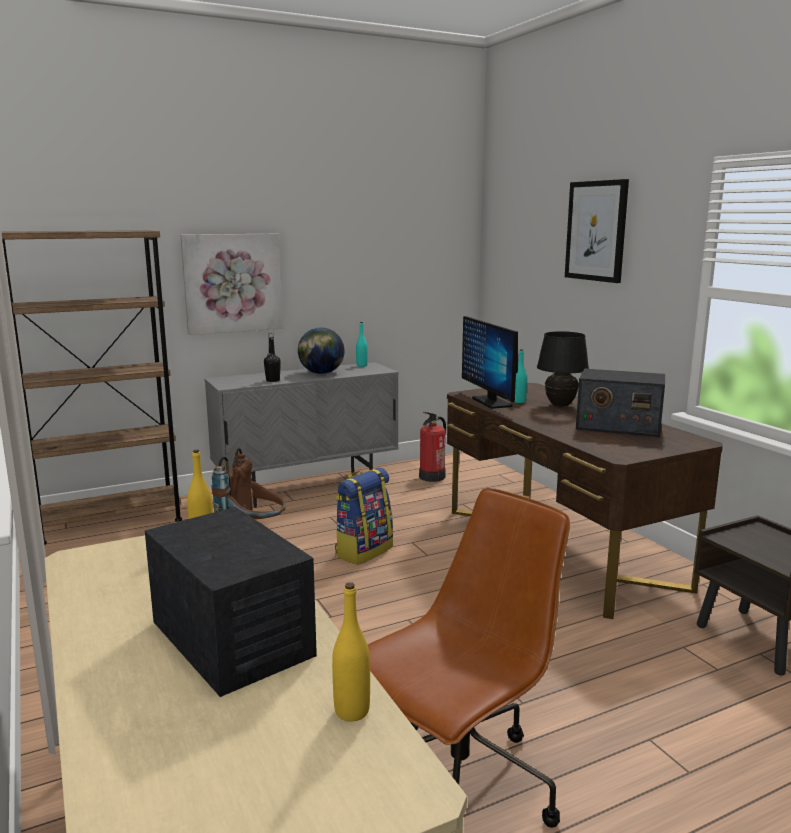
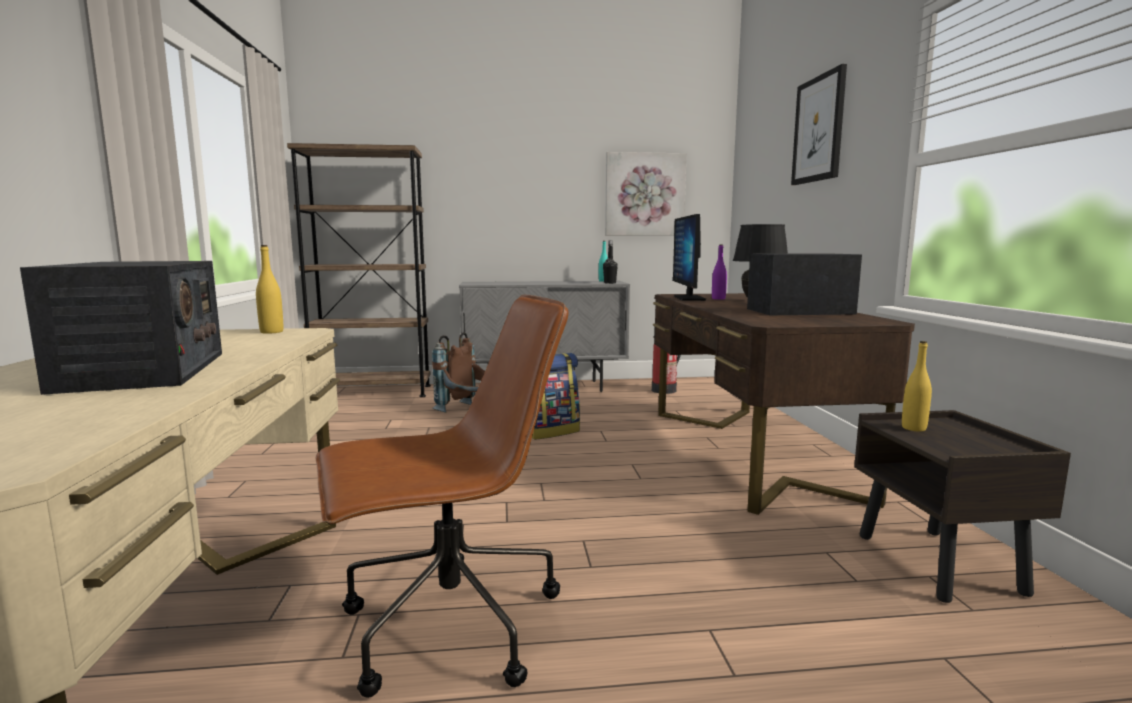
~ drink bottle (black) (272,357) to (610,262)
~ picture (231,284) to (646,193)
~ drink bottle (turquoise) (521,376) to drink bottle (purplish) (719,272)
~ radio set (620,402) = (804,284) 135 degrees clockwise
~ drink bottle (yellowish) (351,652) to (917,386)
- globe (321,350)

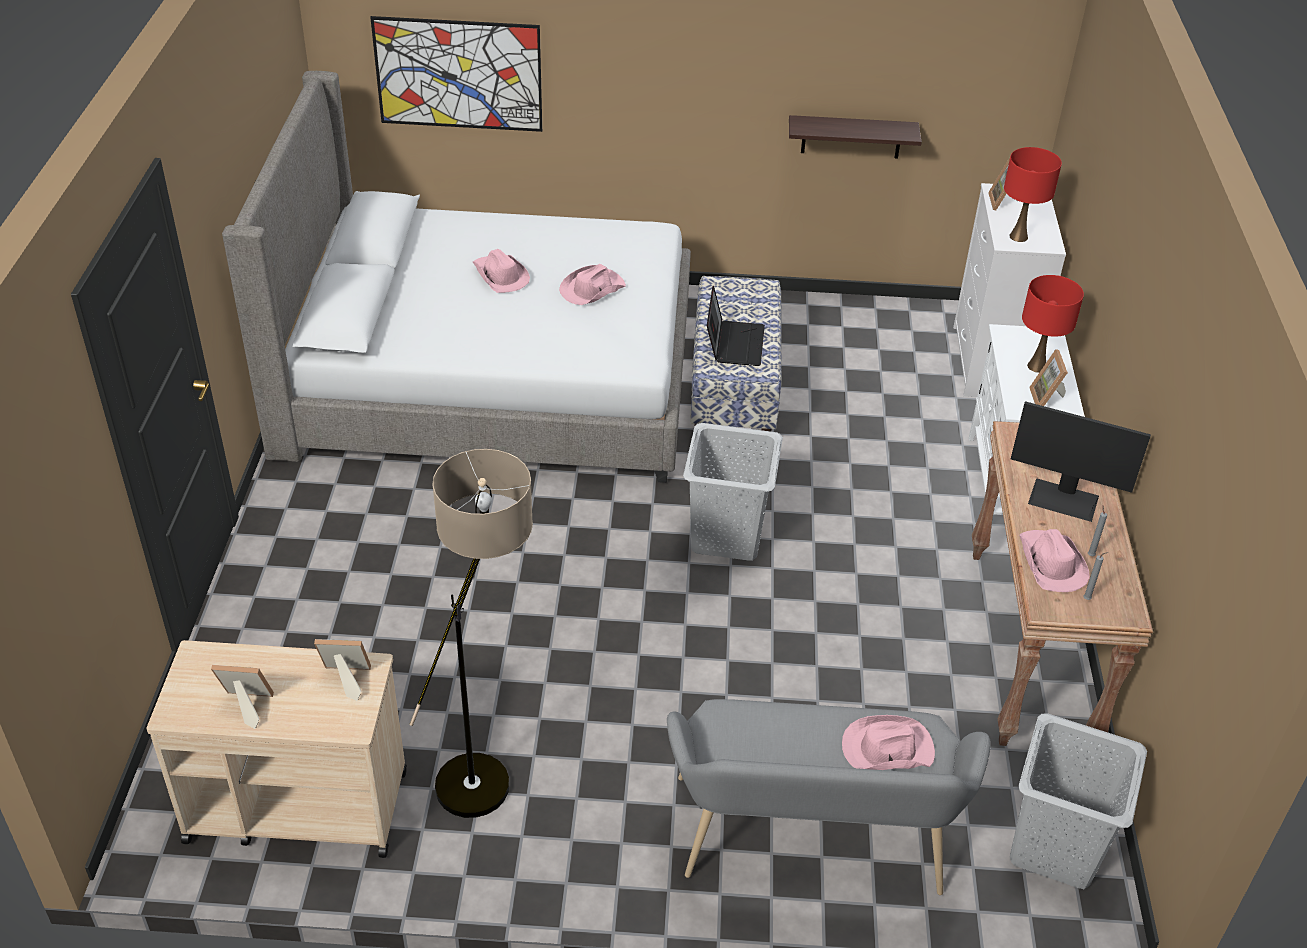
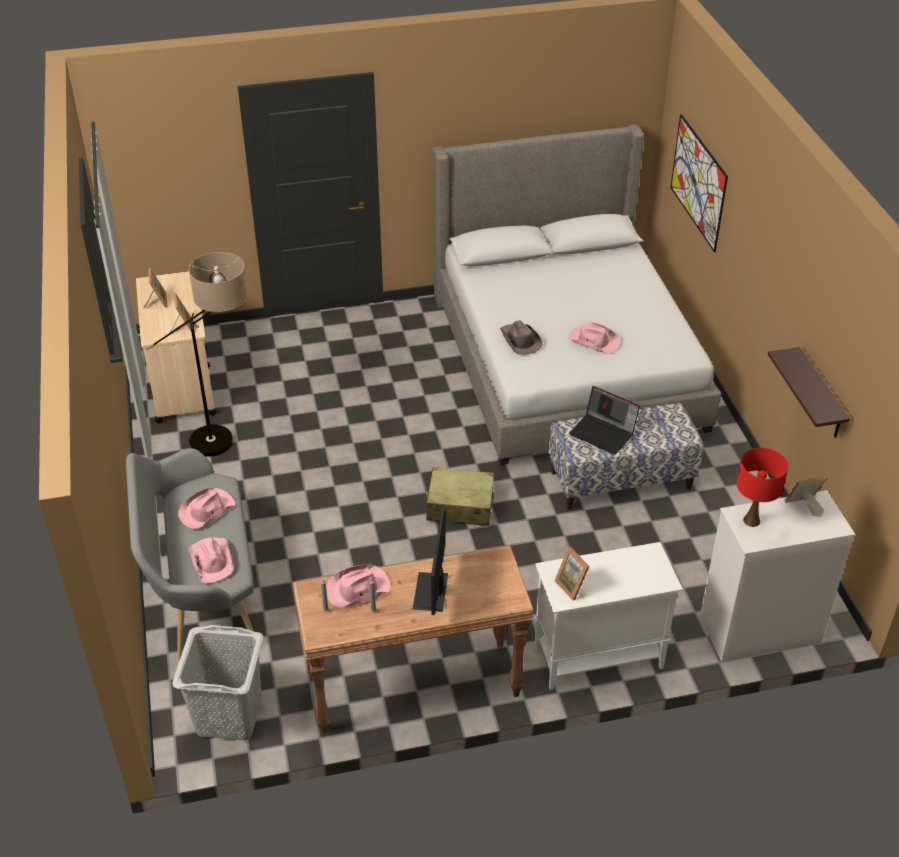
~ wearable hat (pink) (501,271) to (206,508)
~ washing basket (gray) (733,492) to piece of luggage (sand-coloured) (459,496)
+ wearable hat (brown) (521,337)
~ picture frame (1048,377) = (572,573) 105 degrees counterclockwise
~ portable computer (736,326) = (604,420) 45 degrees clockwise
- table lamp (reddish) (1053,324)

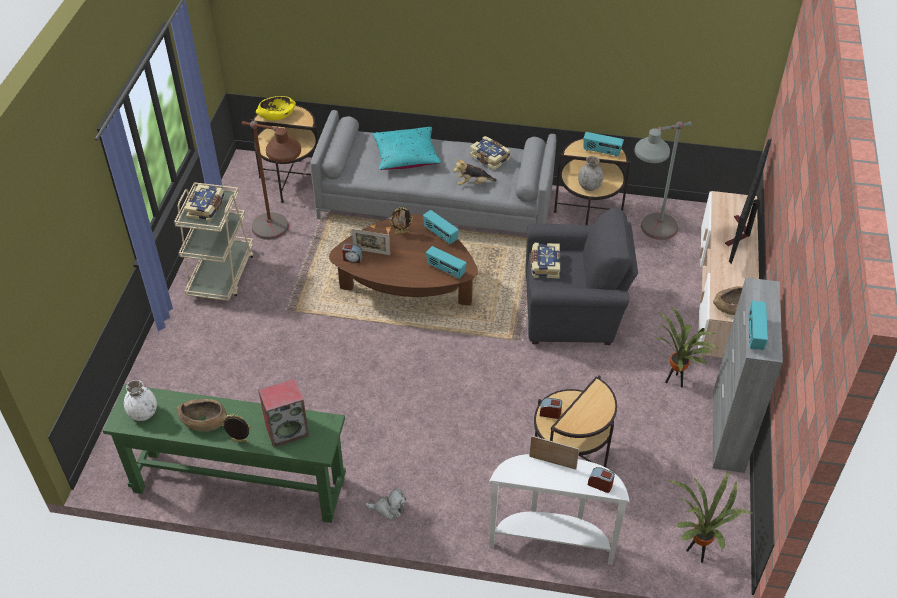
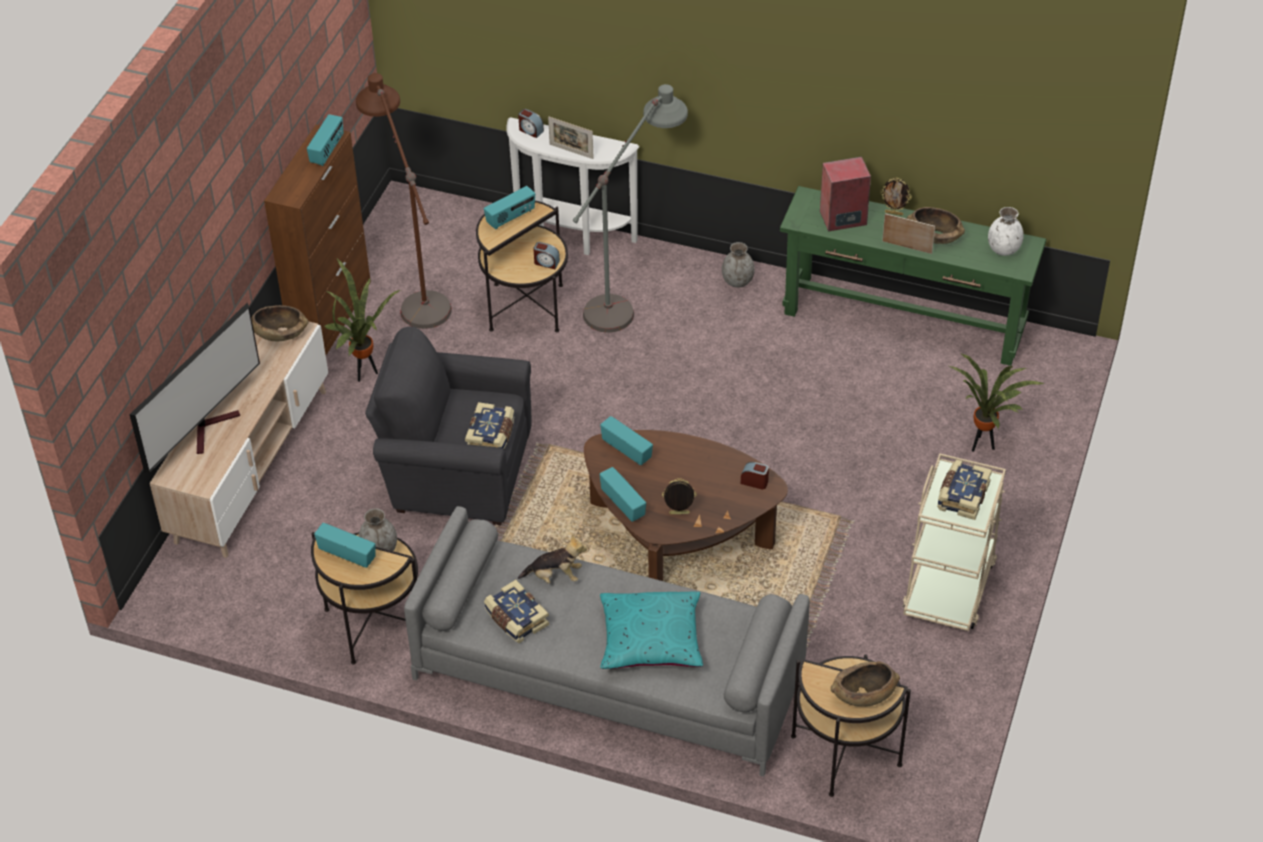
~ cabinet (gray) (748,375) to cabinet (brown) (317,240)
~ floor lamp (brown) (271,180) to (404,201)
+ radio set (509,207)
~ floor lamp (gray) (663,180) to (630,208)
~ plush toy (385,504) to flower vase (gray) (738,265)
~ deep dish (yellowish) (276,108) to deep dish (brown) (865,684)
~ picture frame (370,242) to (908,233)
~ plant in a pot (711,516) to (997,403)

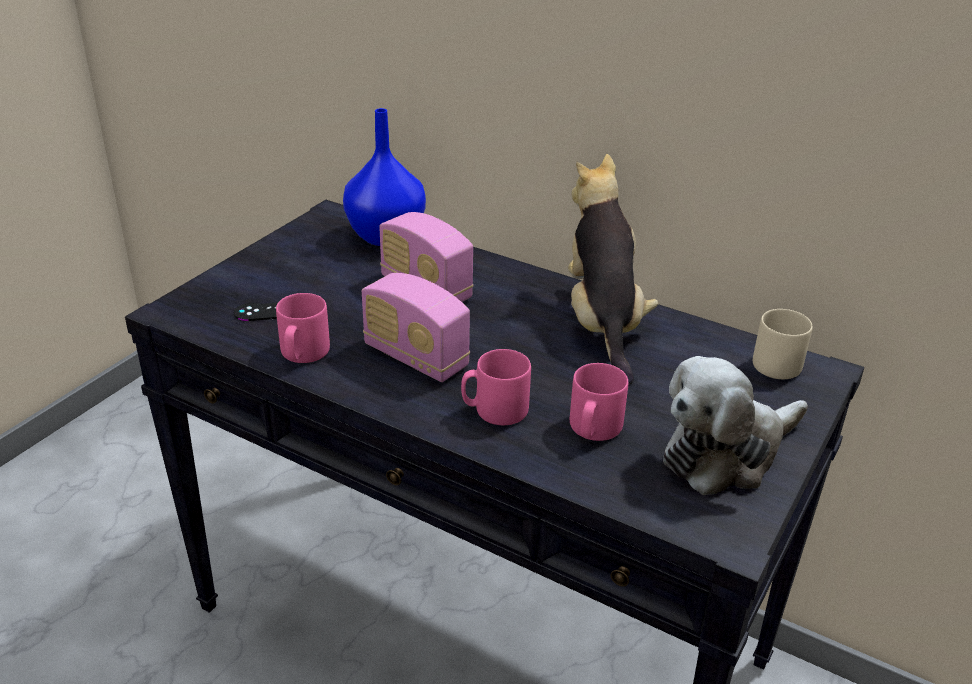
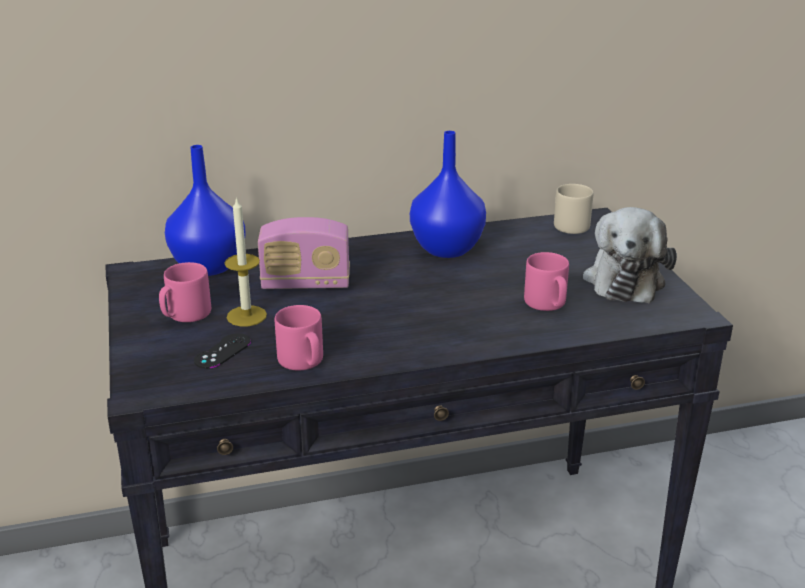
~ mug (pink) (496,387) to (185,292)
+ candle (245,261)
~ plush toy (613,269) to flower vase (blue) (448,194)
- radio set (416,327)

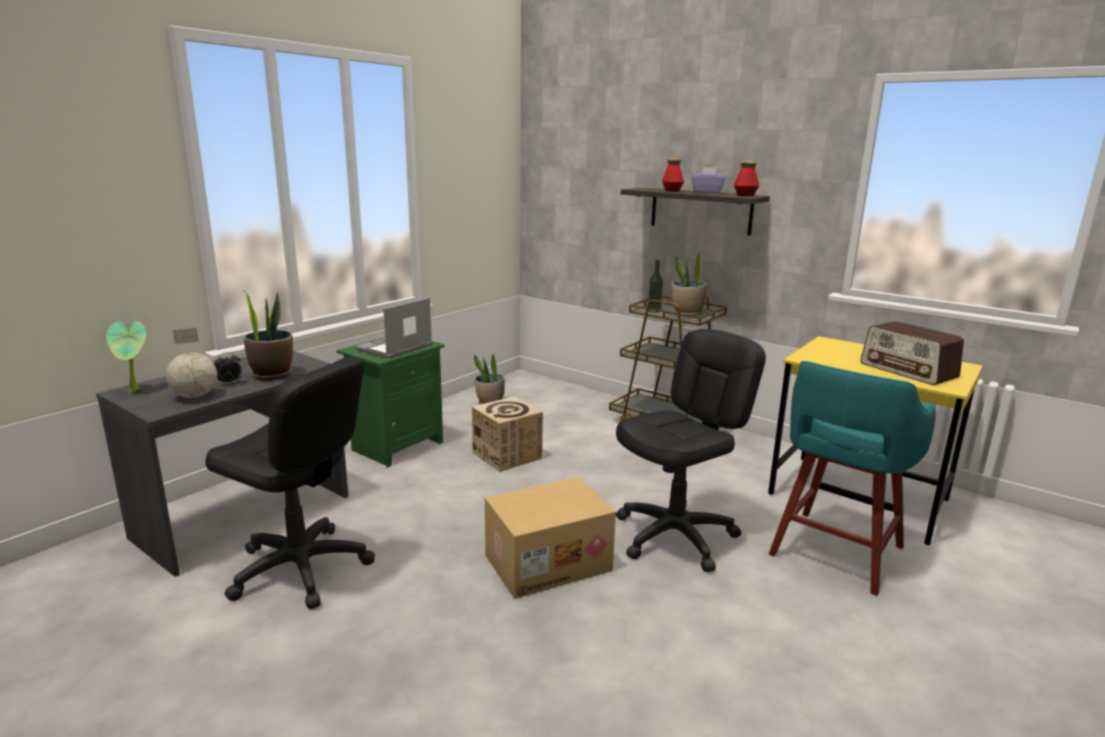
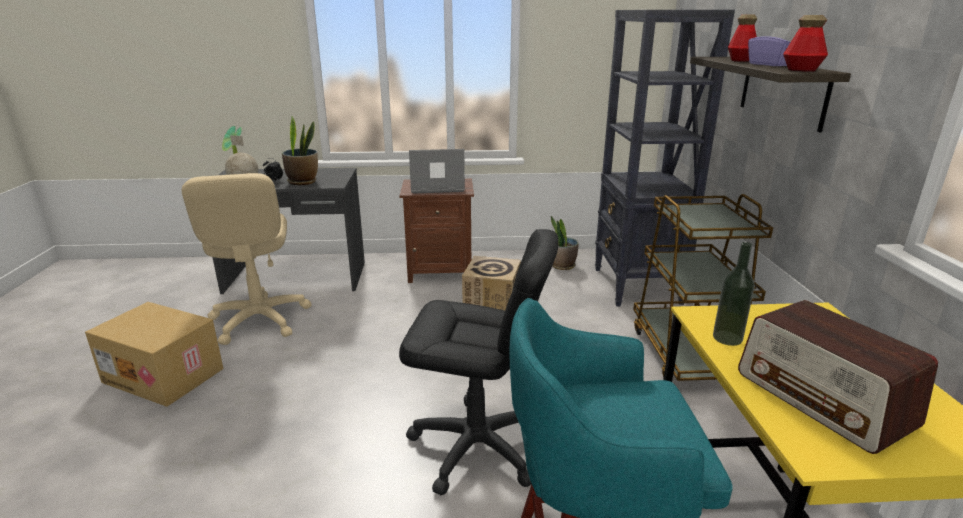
~ packing box (550,538) to (154,354)
~ computer chair (black) (290,483) to computer chair (sand-coloured) (247,259)
~ bedside table (green-coloured) (391,402) to bedside table (brown) (437,231)
+ bookshelf (black) (665,158)
~ drink bottle (656,286) to (734,294)
~ radio set (912,353) = (838,377) 45 degrees counterclockwise
- plant in a pot (689,284)

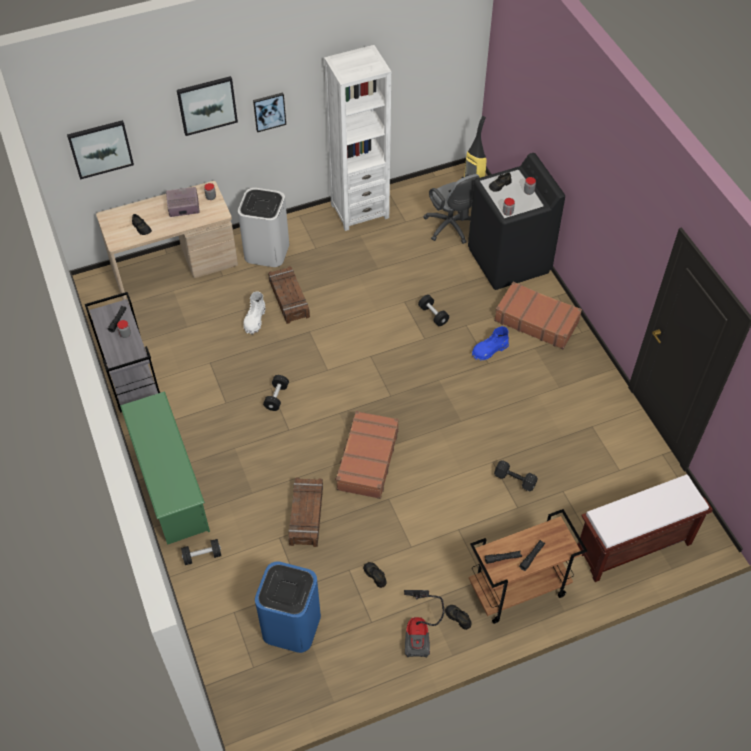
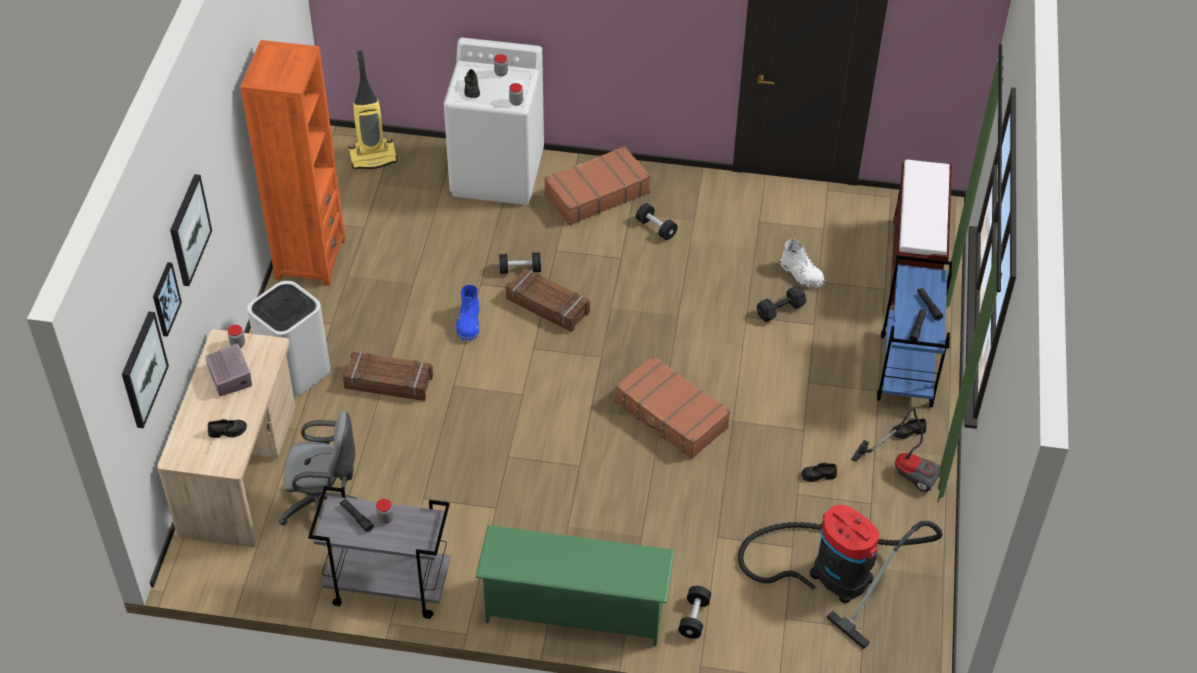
~ picture (269,112) to (167,299)
~ radio set (183,202) = (228,370) 135 degrees clockwise
~ bookshelf (white) (357,138) to bookshelf (orange) (292,163)
~ computer chair (gray) (452,209) to (318,468)
~ laundry machine (black) (516,221) to laundry machine (white) (494,121)
~ tall boot (blue) (490,343) to (467,313)
~ packing crate (305,512) to (548,300)
~ free weight (black) (276,393) to (657,221)
~ waste bin (blue) (288,607) to hoover (840,577)
~ tall boot (white) (254,313) to (802,264)
~ wheeled cart (brown) (528,566) to wheeled cart (blue) (914,331)

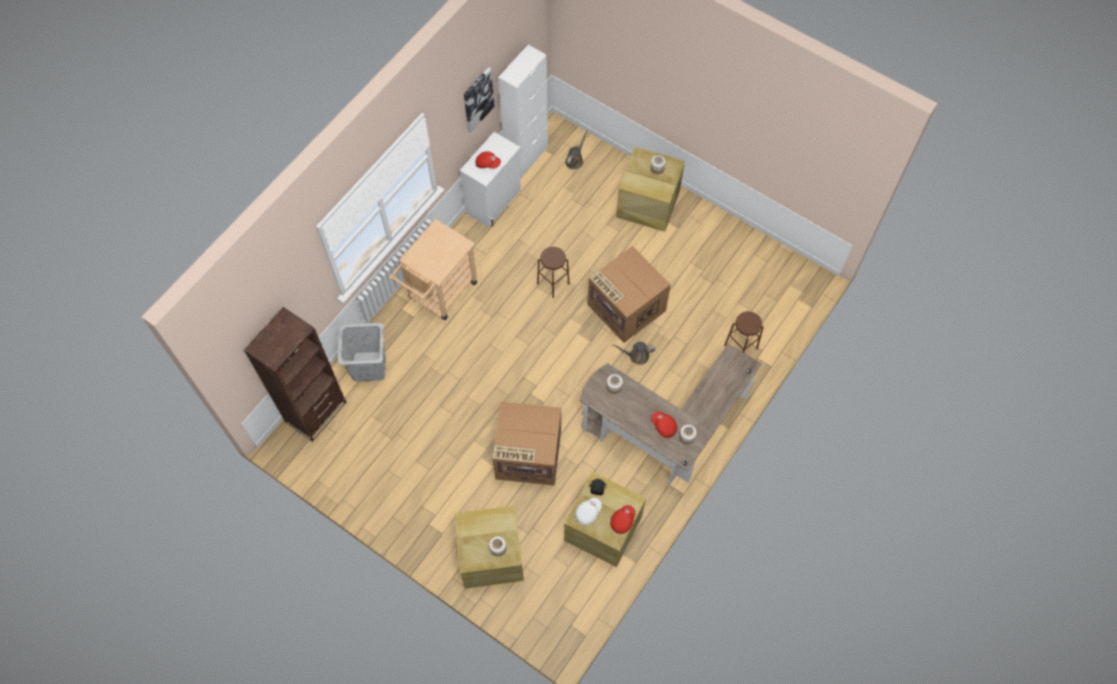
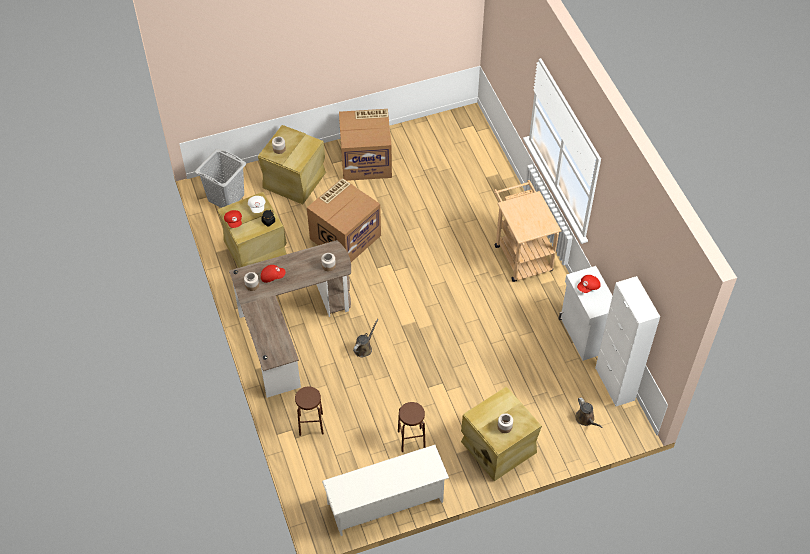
~ washing basket (gray) (362,352) to (220,178)
+ shoe rack (white) (385,490)
~ packing box (629,294) to (365,145)
~ stool seat (brown) (553,272) to (412,427)
- bookshelf (brown) (295,374)
- picture (479,100)

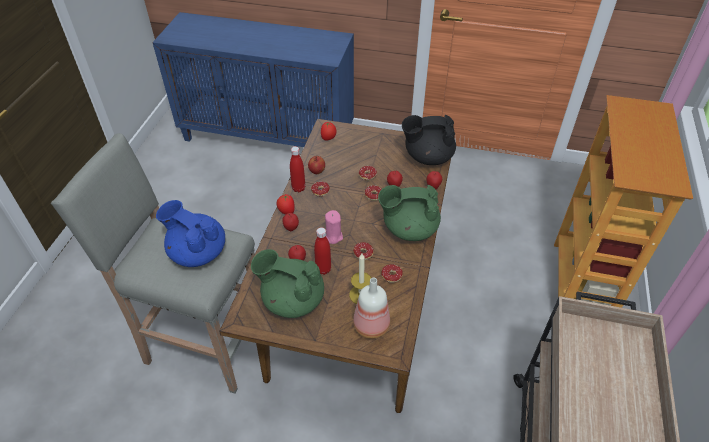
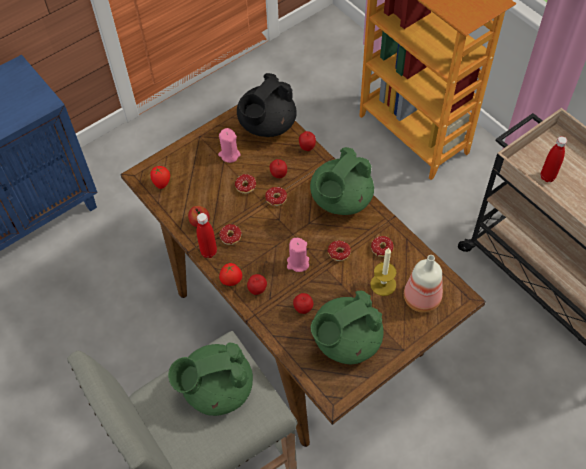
~ tea pot (blue) (190,233) to tea pot (green-coloured) (210,379)
+ candle (pink) (229,145)
~ drink bottle (reddish) (322,251) to (554,159)

